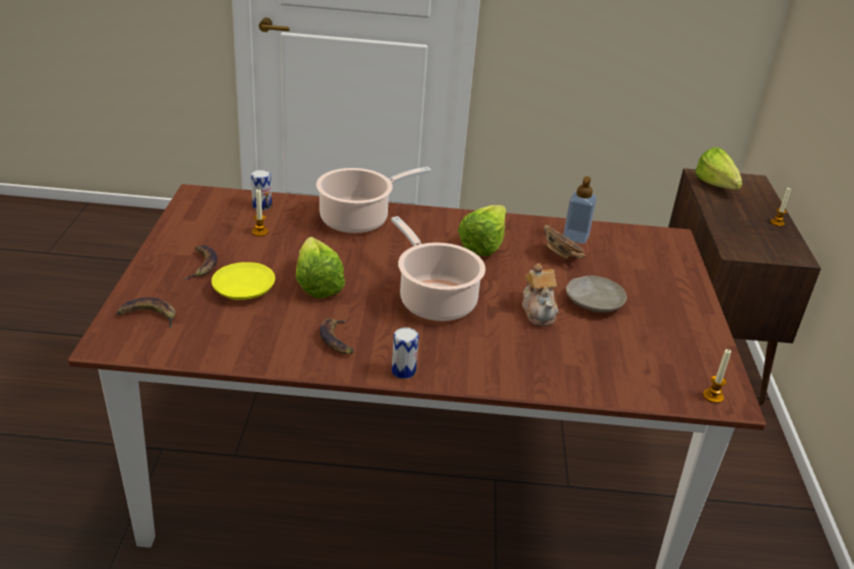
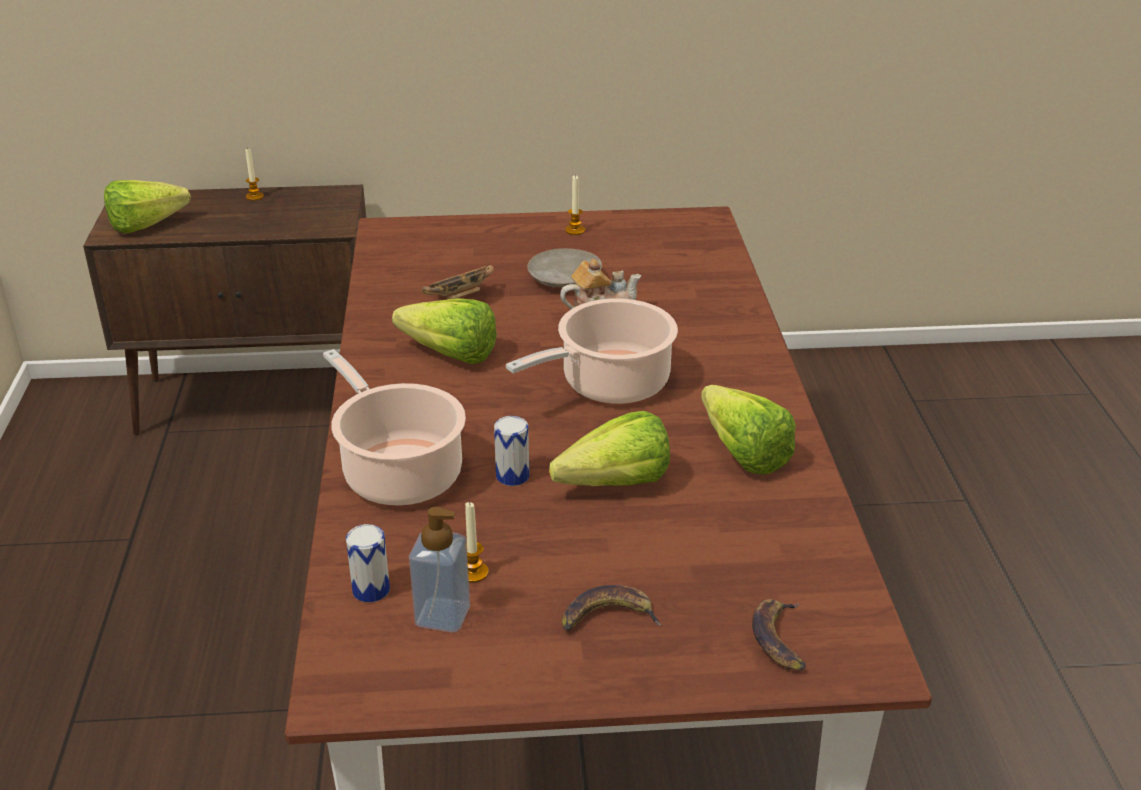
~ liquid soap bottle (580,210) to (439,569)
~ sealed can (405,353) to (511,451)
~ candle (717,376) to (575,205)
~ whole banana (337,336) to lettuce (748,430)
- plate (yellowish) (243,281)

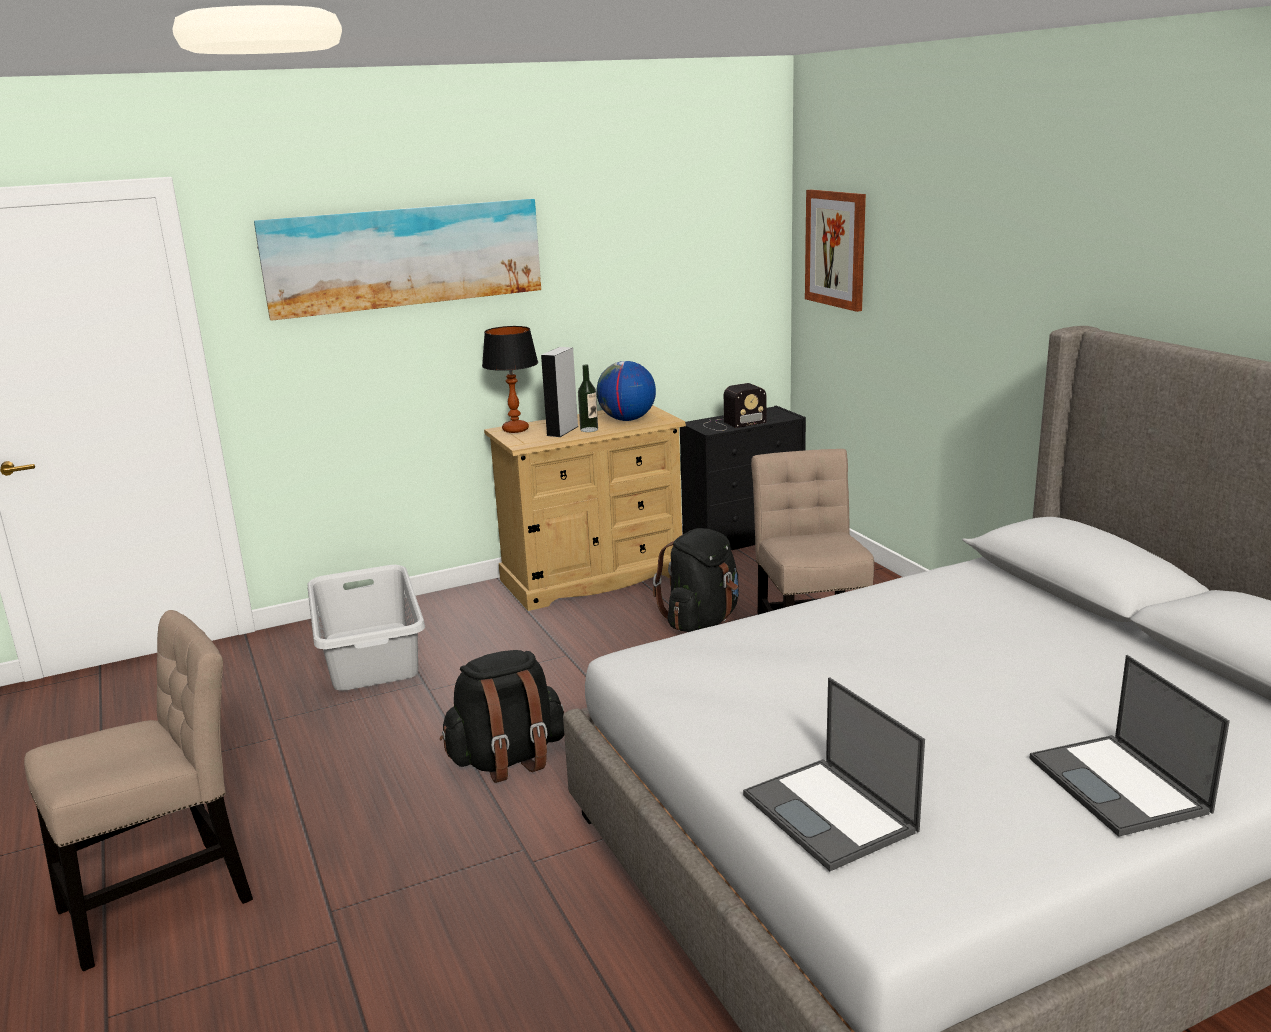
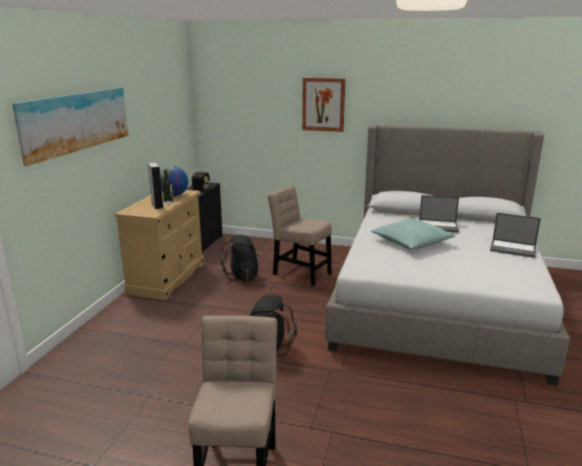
~ picture (835,250) to (323,105)
+ cushion (413,234)
~ portable computer (834,774) to (439,214)
- washing basket (gray) (366,628)
- table lamp (510,379)

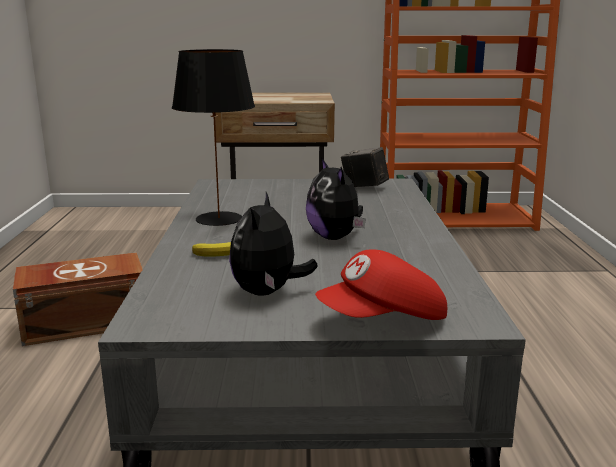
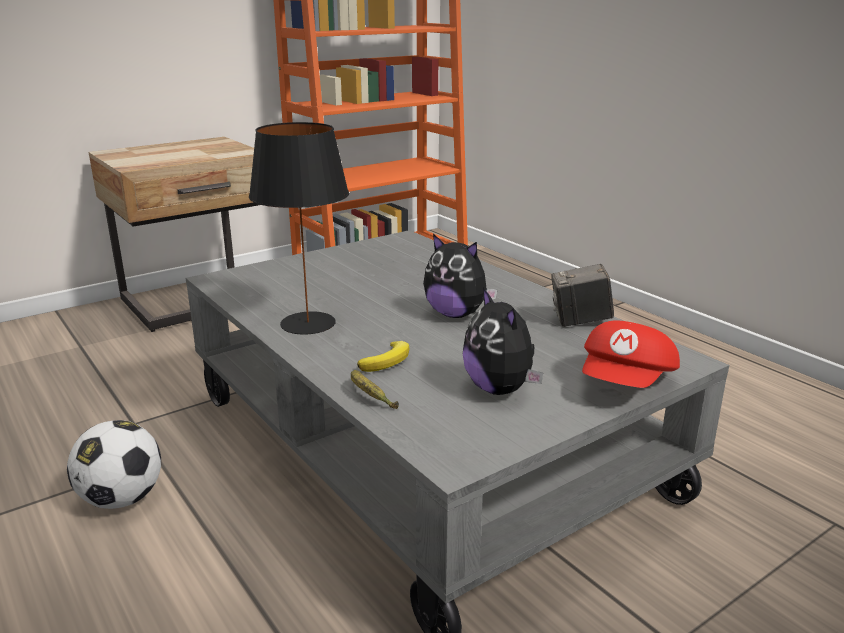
~ storage box (brown) (78,299) to football (114,464)
+ whole banana (375,389)
~ photo camera (365,167) to (582,295)

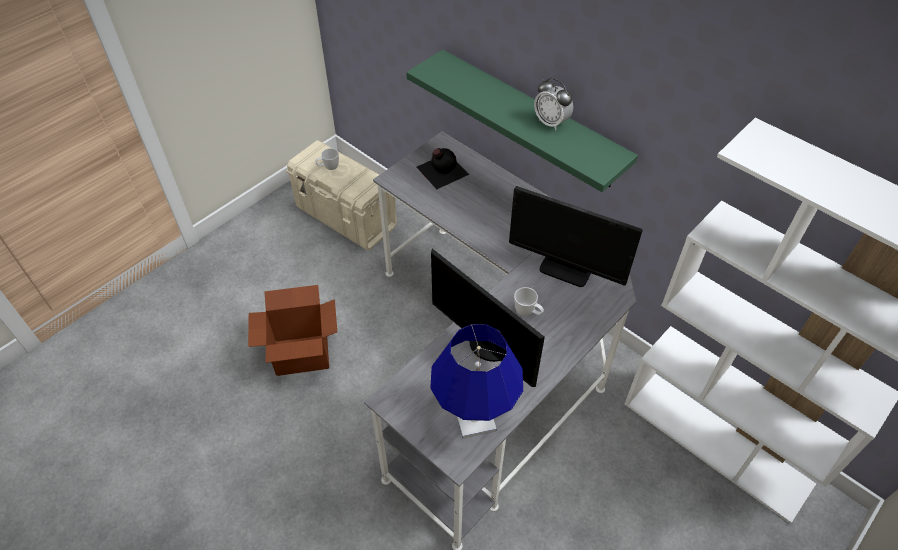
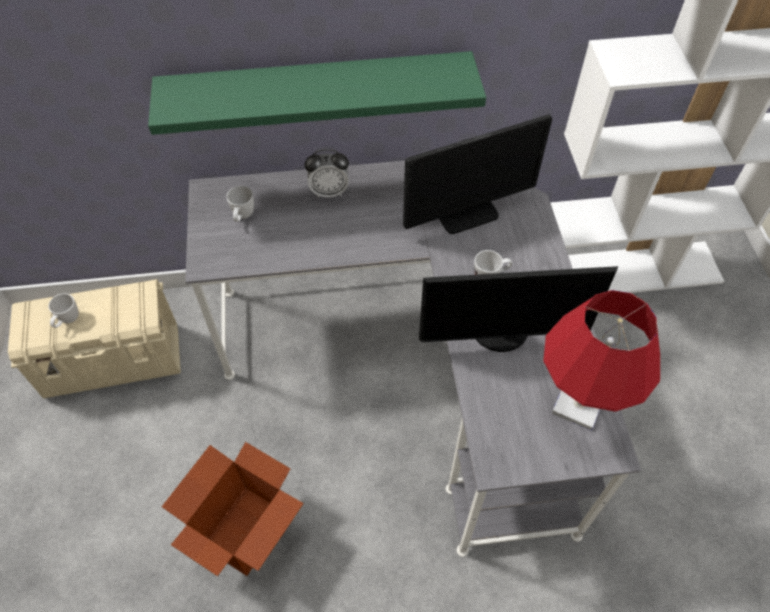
~ drink bottle (black) (442,168) to mug (white) (240,204)
~ alarm clock (553,104) to (327,173)
~ table lamp (blue) (476,381) to table lamp (reddish) (601,360)

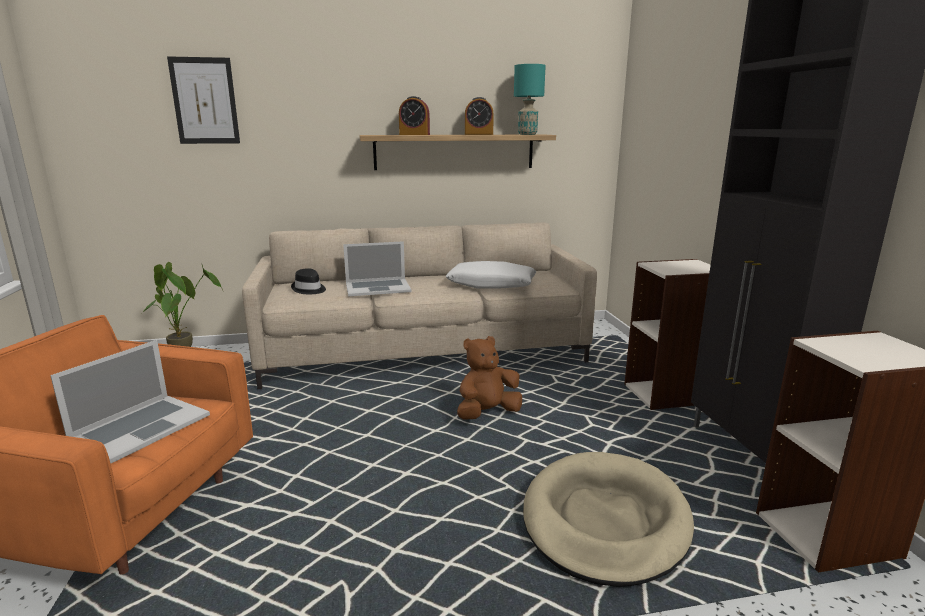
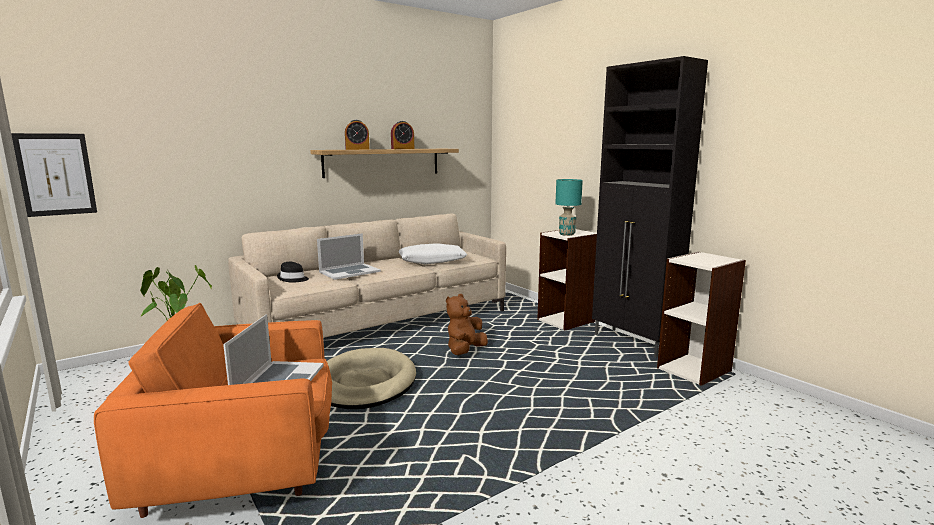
~ picture (203,100) to (54,175)
~ pet bed (sand-coloured) (608,519) to (371,378)
~ table lamp (turquoise) (530,99) to (569,207)

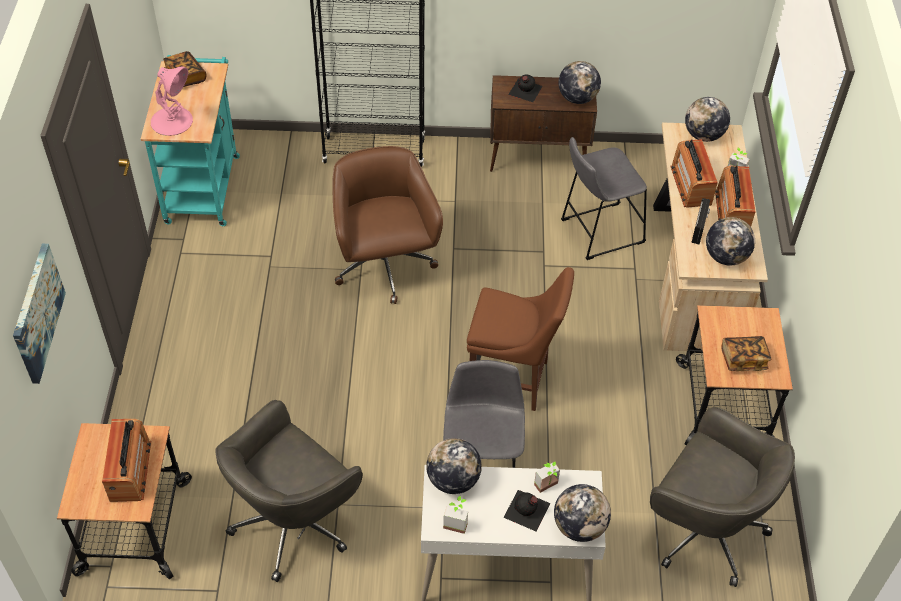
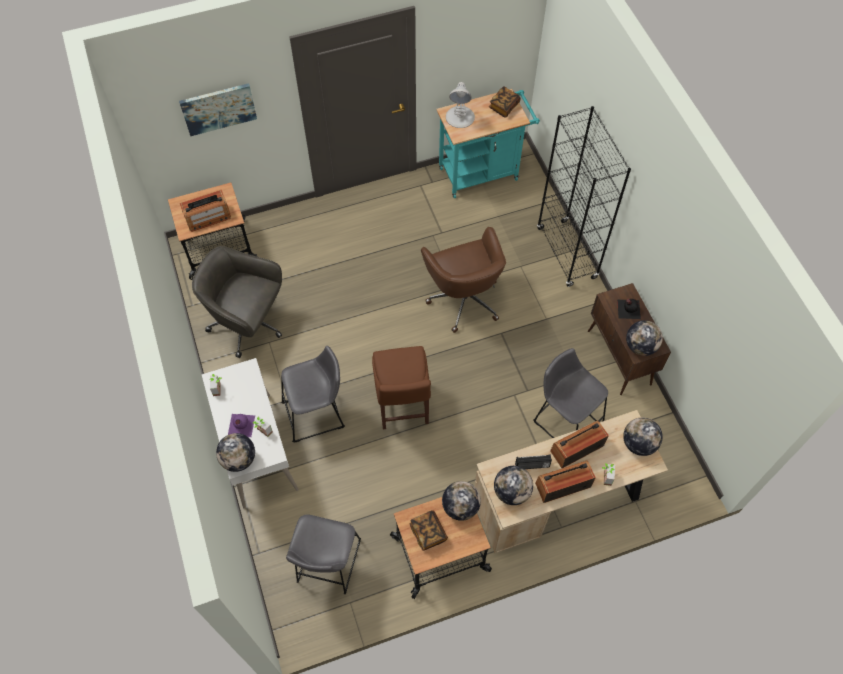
~ drink bottle (black) (527,511) to drink bottle (purplish) (241,425)
~ computer chair (gray) (722,497) to stool seat (gray) (323,554)
~ computer chair (brown) (387,225) = (463,280) 105 degrees clockwise
~ globe (454,466) to (461,501)
~ table lamp (pink) (172,101) to table lamp (white) (460,105)

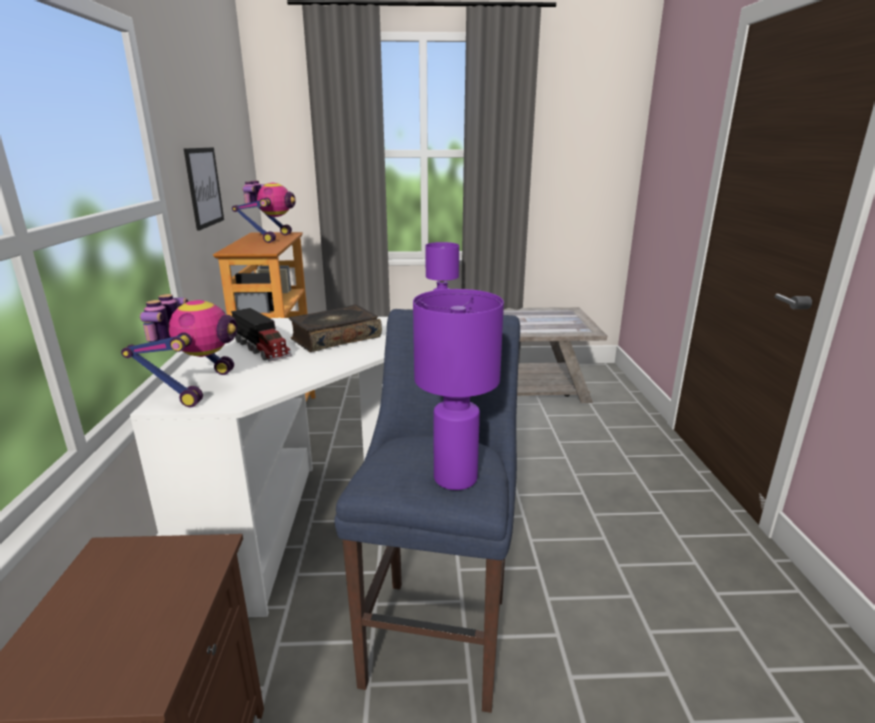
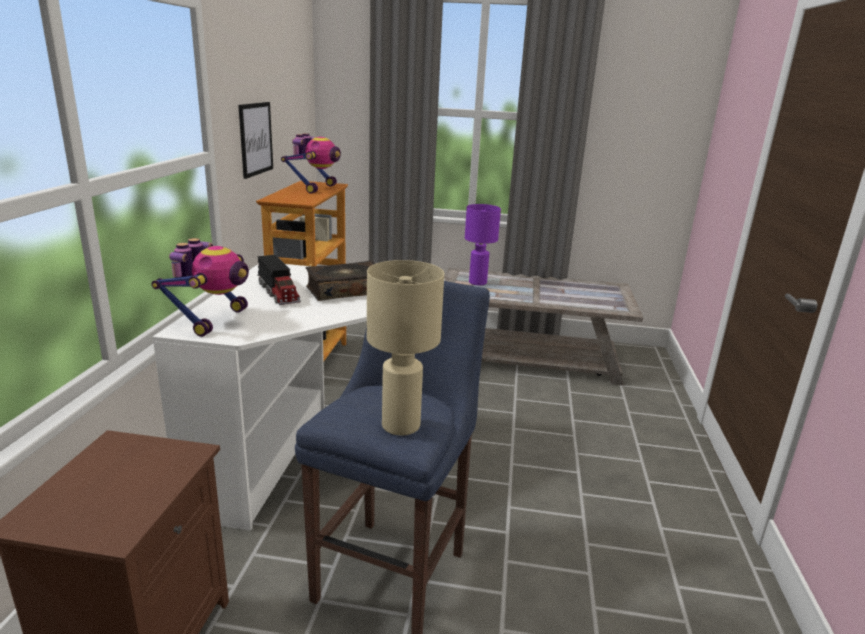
~ table lamp (purplish) (458,389) to table lamp (sand-coloured) (405,347)

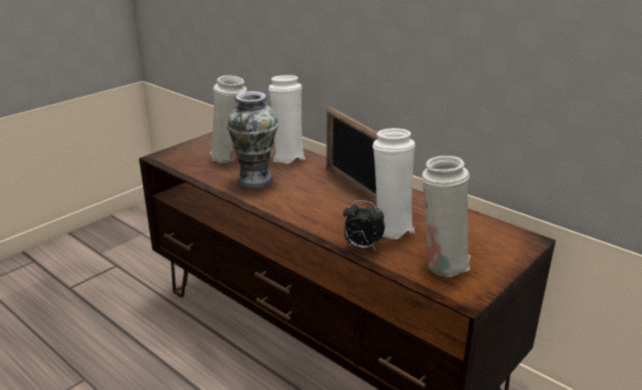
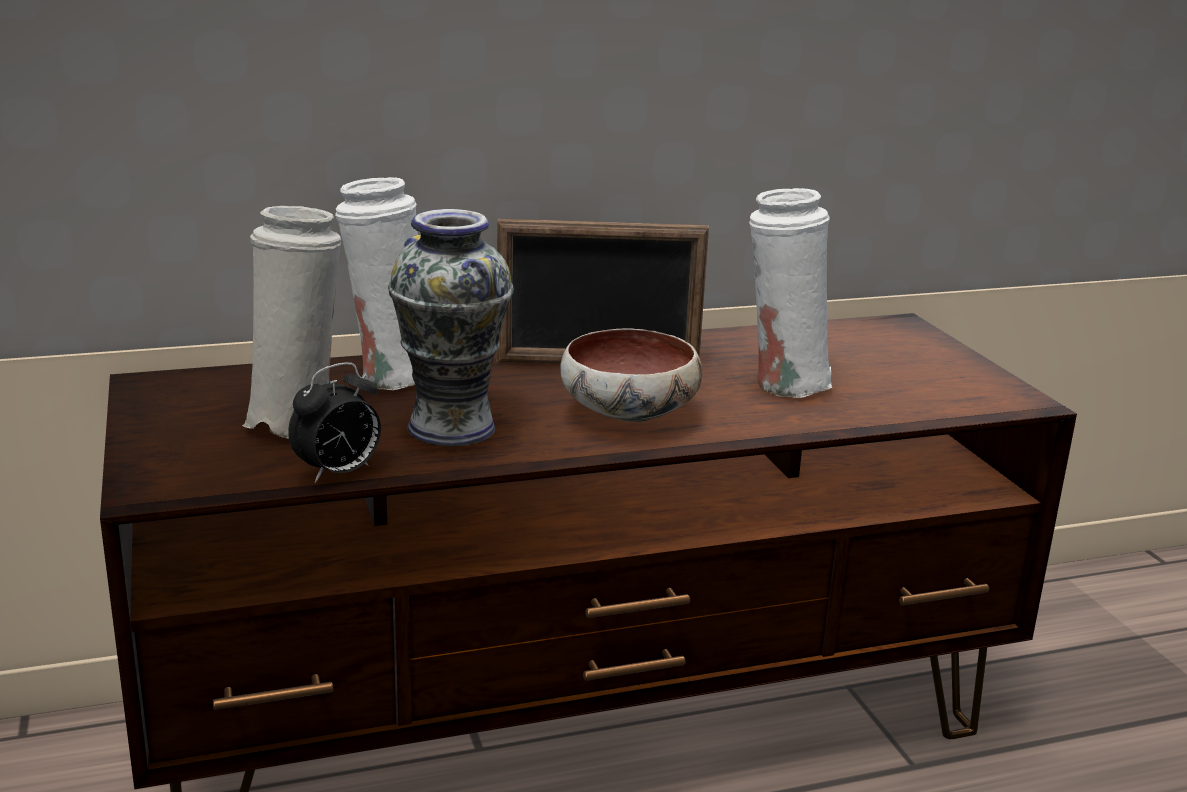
~ alarm clock (364,225) to (334,422)
+ deep dish (631,375)
- flower vase (white) (446,216)

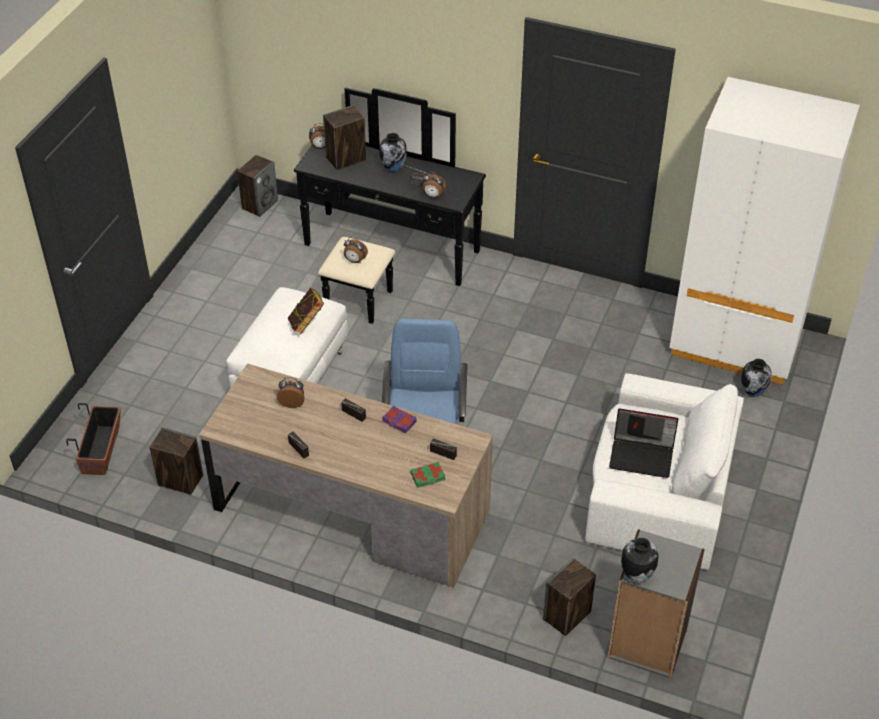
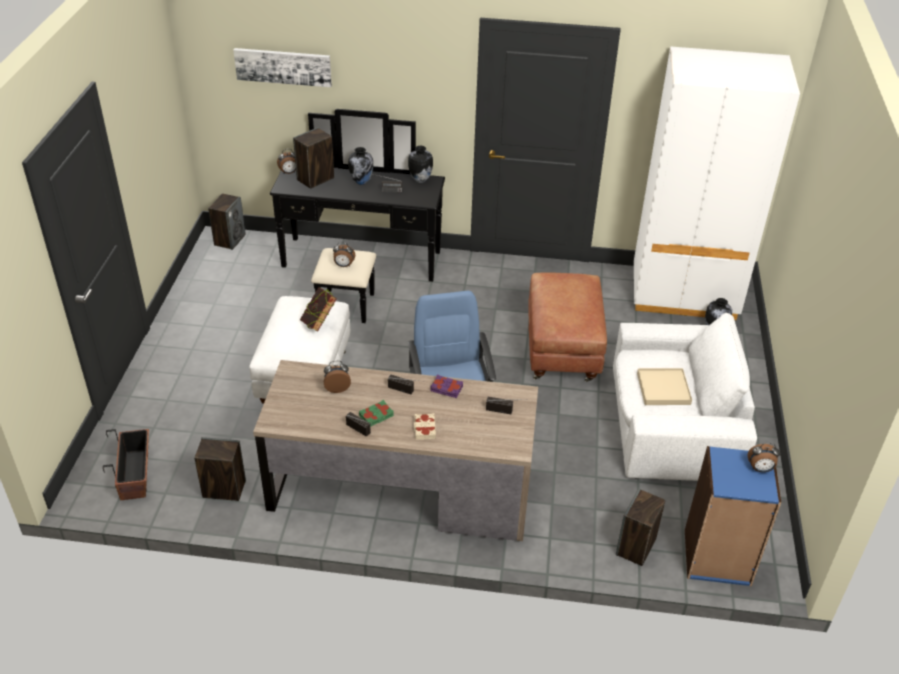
+ picture (282,67)
~ book (green-coloured) (428,474) to (376,413)
~ flower vase (640,560) to (420,164)
+ book (sand-coloured) (425,426)
+ ottoman (brown) (567,327)
~ portable computer (643,443) to carrying tray (sand-coloured) (664,386)
~ bookshelf (gray) (656,604) to bookshelf (blue) (733,516)
~ alarm clock (434,185) to (764,457)

